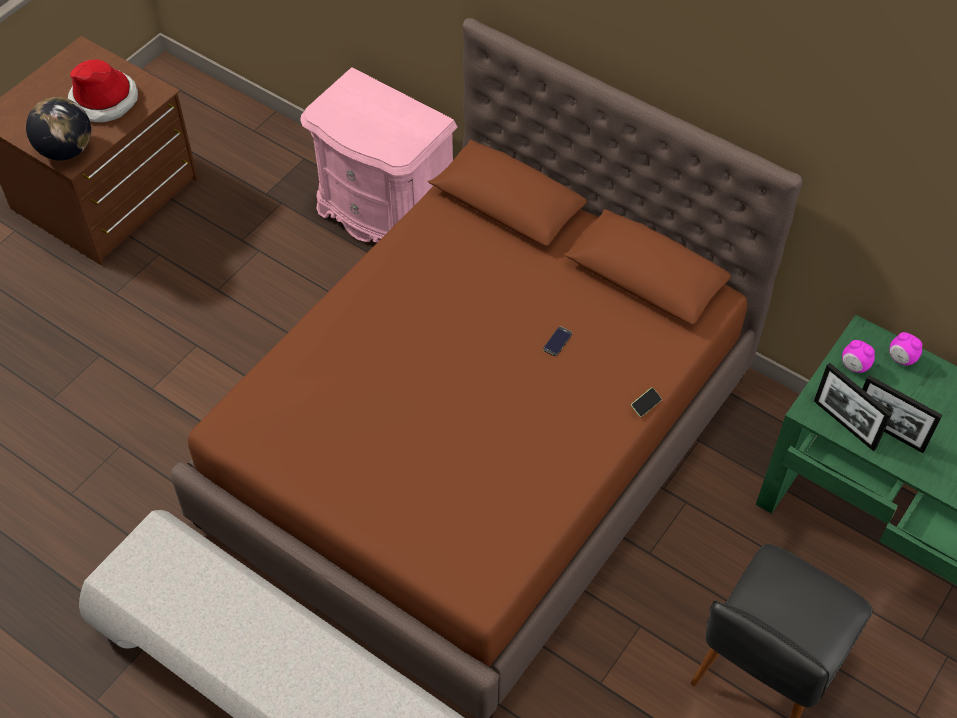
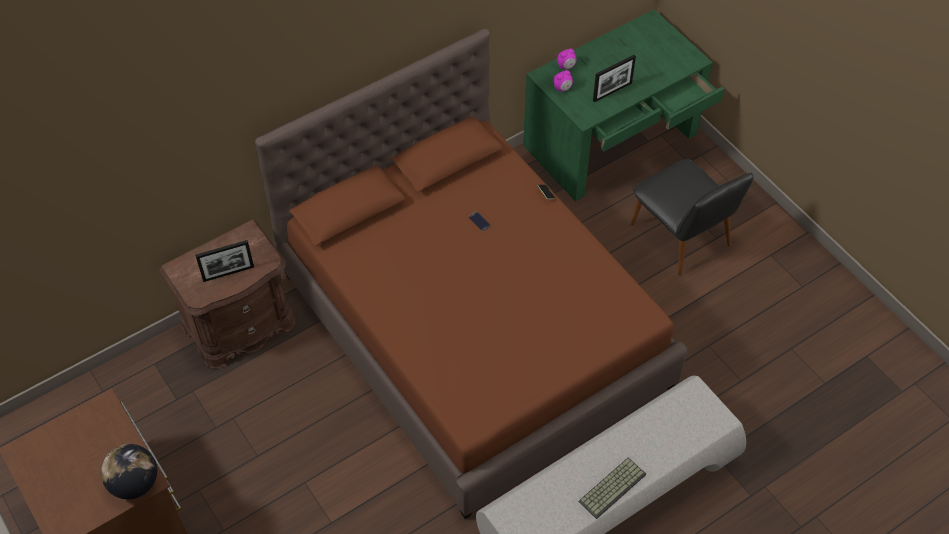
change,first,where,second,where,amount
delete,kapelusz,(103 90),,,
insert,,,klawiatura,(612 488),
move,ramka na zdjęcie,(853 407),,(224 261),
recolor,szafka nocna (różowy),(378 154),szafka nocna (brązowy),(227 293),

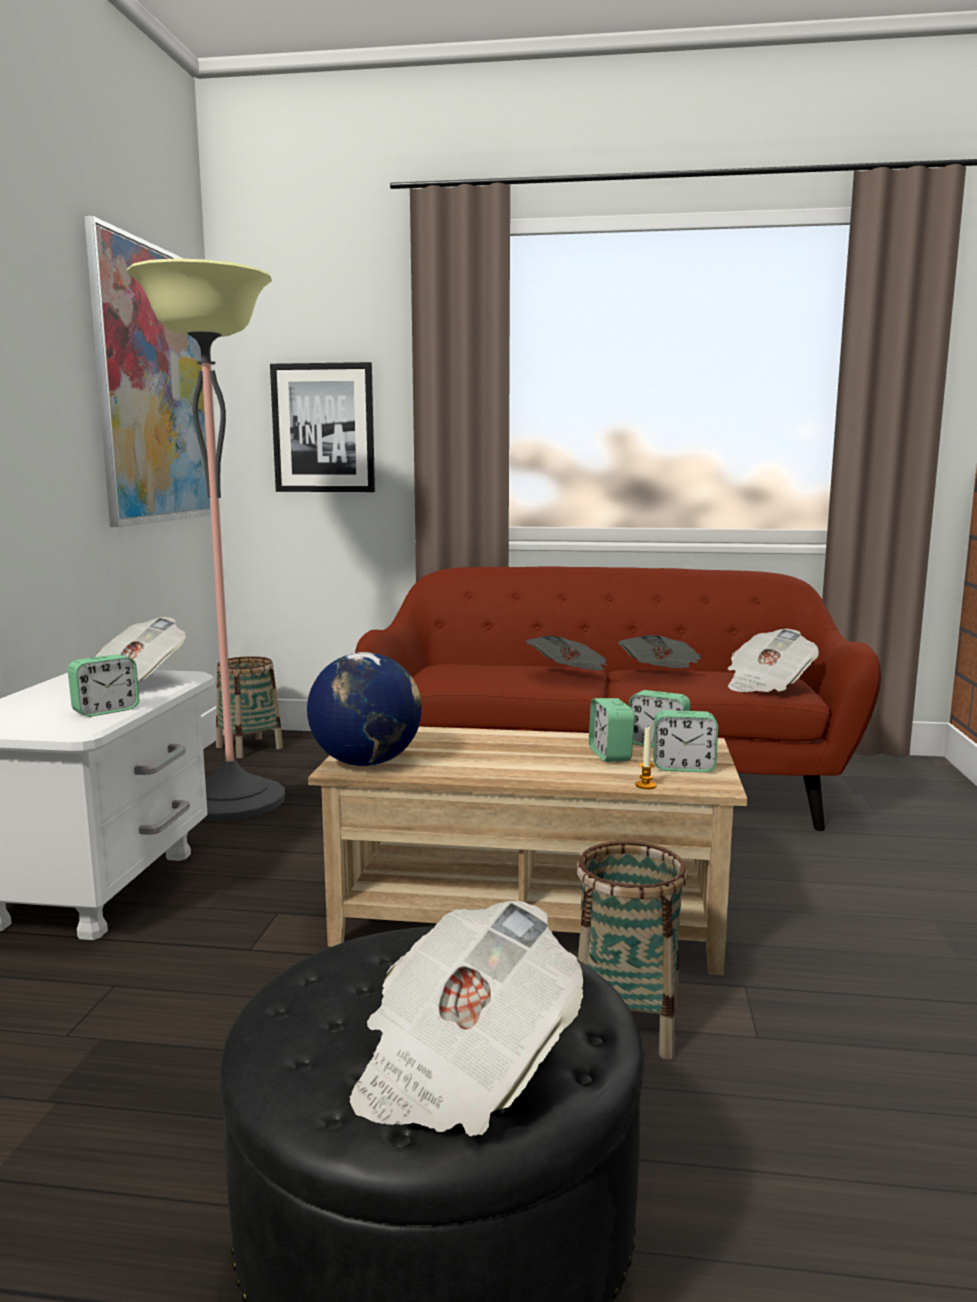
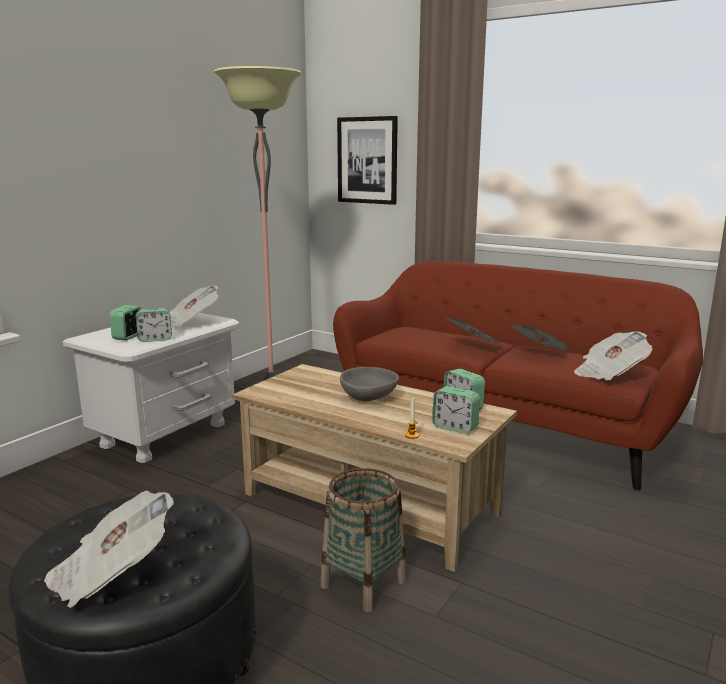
change,first,where,second,where,amount
delete,obraz,(147 371),,,
delete,koszyk,(249 707),,,
delete,globus,(364 709),,,
insert,,,miska (szary),(369 384),
move,budzik,(612 730),,(125 322),

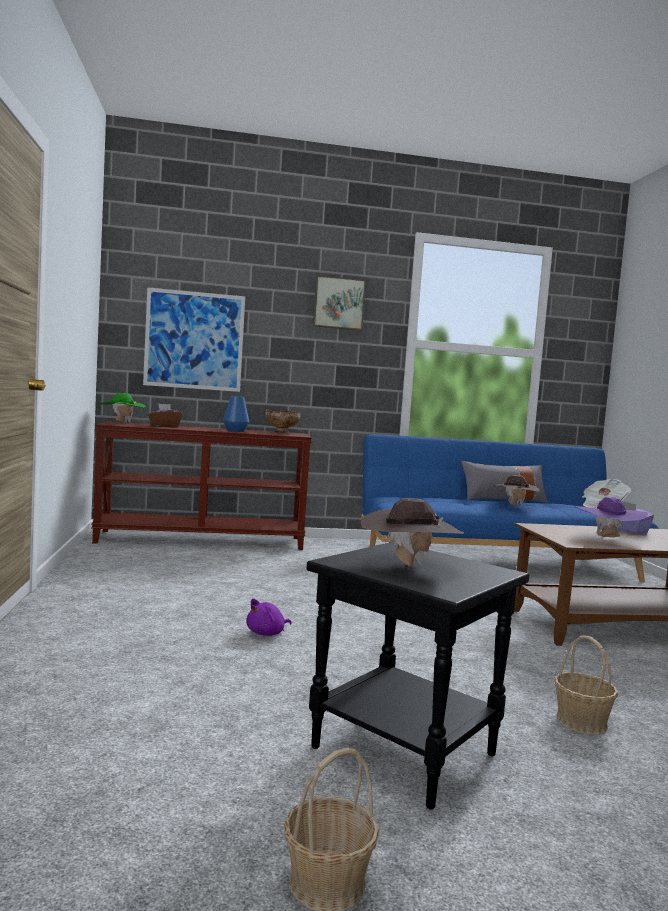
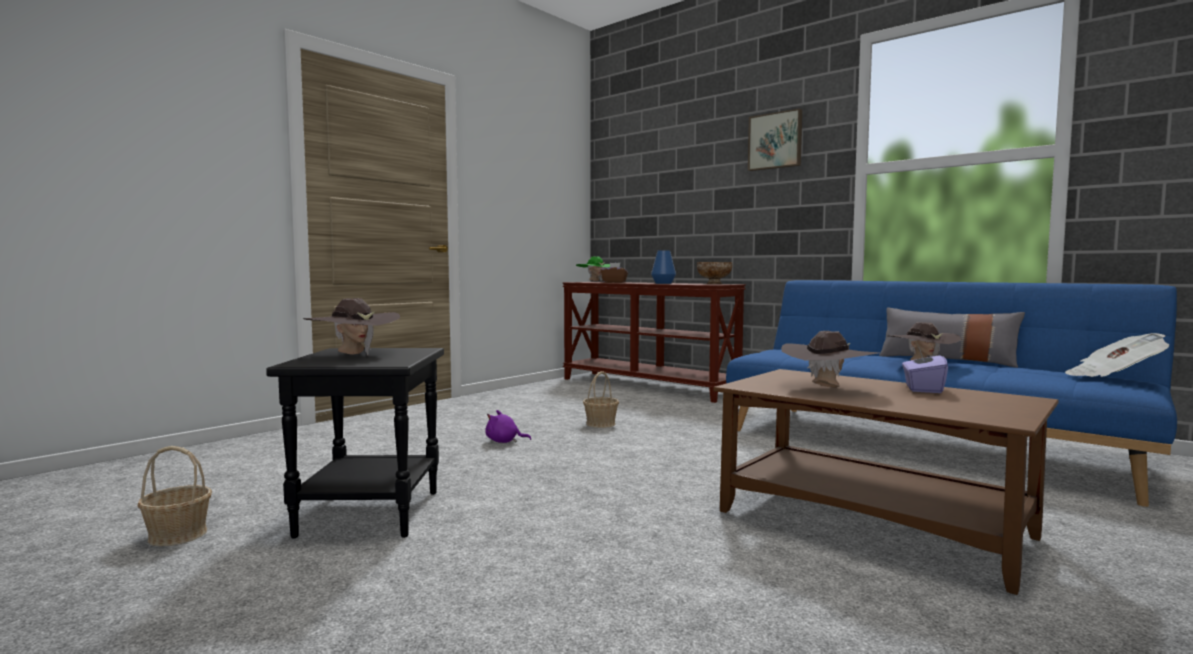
change,first,where,second,where,amount
delete,obraz,(194 339),,,
move,koszyk,(586 685),,(601 399),
recolor,kapelusz (fioletowy),(611 517),kapelusz (brązowy),(829 359),

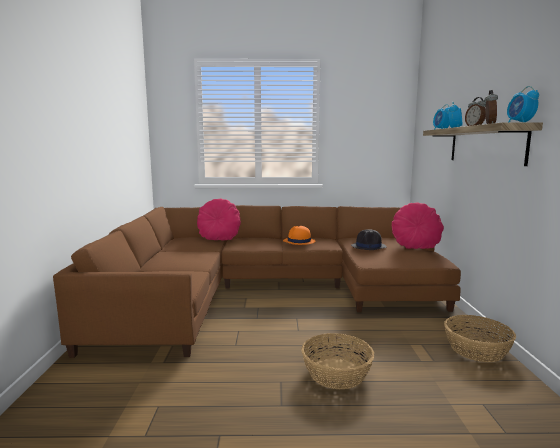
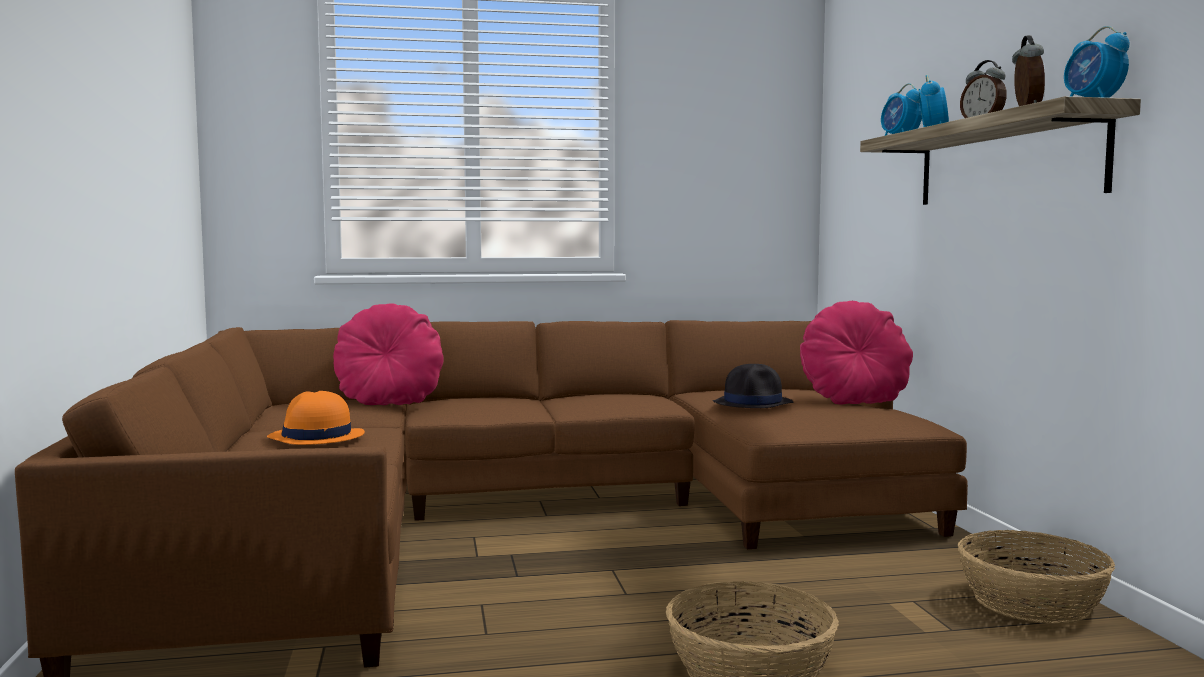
change,first,where,second,where,amount
move,kapelusz (pomarańczowy),(299 235),,(316 418),

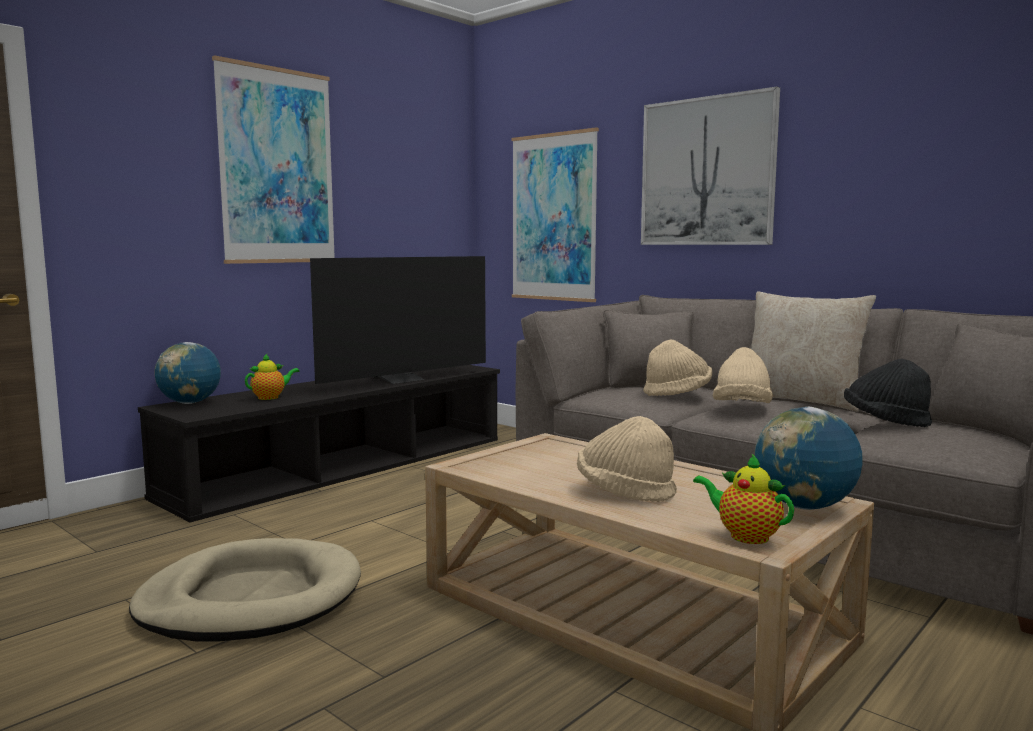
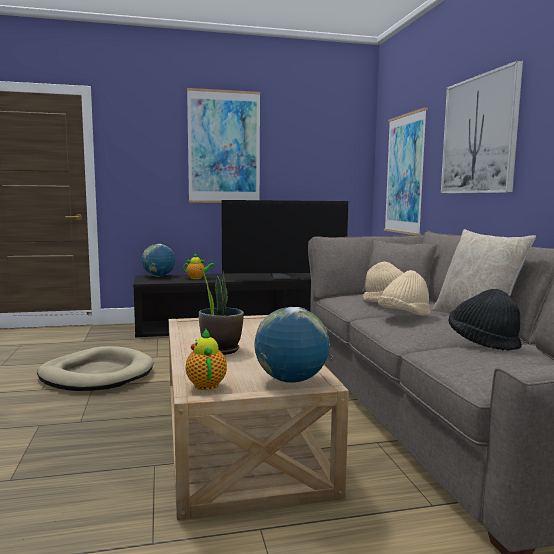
change,first,where,second,where,amount
replace,kapelusz (beżowy),(627 459),roślina doniczkowa,(221 312),

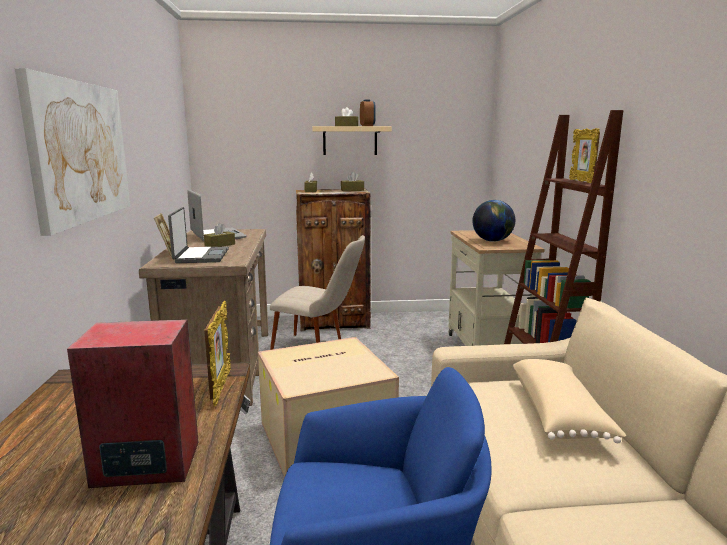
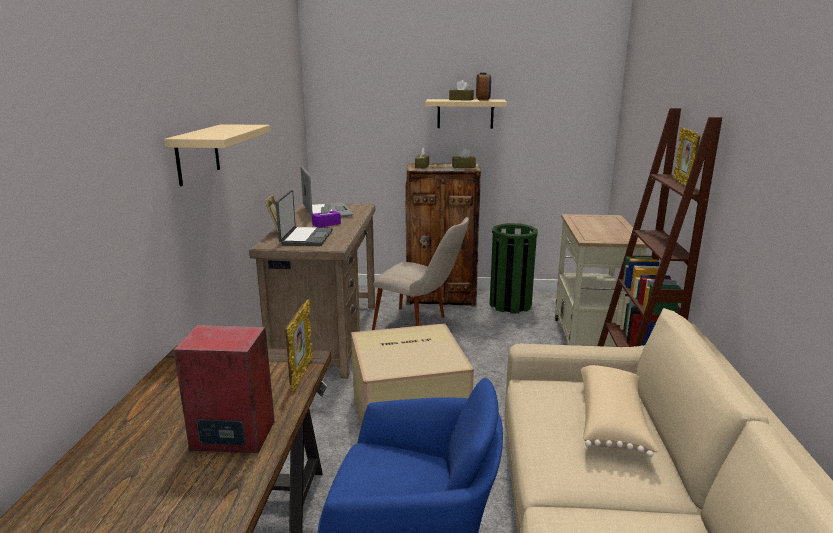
change,first,where,second,where,amount
delete,globus,(493 221),,,
insert,,,kosz na śmieci (zielony),(514 268),
replace,obraz,(72 152),półka (beżowy),(217 155),
recolor,pudełko chusteczek (brązowy),(219 235),pudełko chusteczek (fioletowy),(326 215),

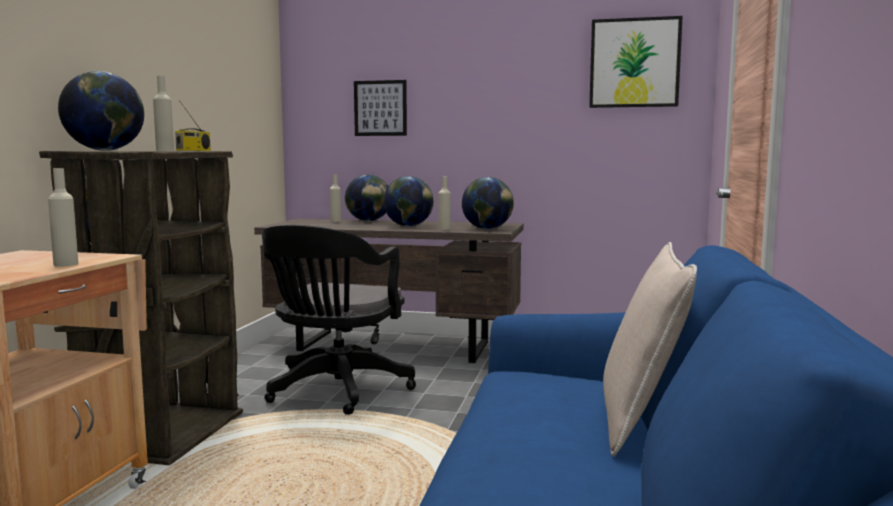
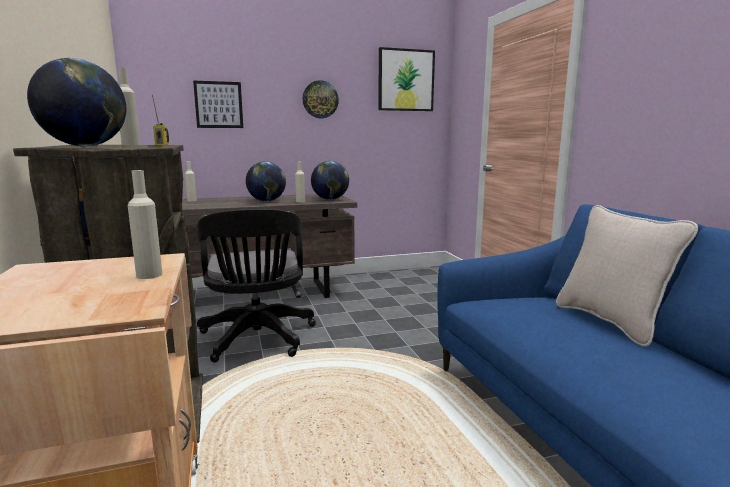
change,first,where,second,where,amount
delete,globus,(366 198),,,
insert,,,zegar ścienny,(320 99),

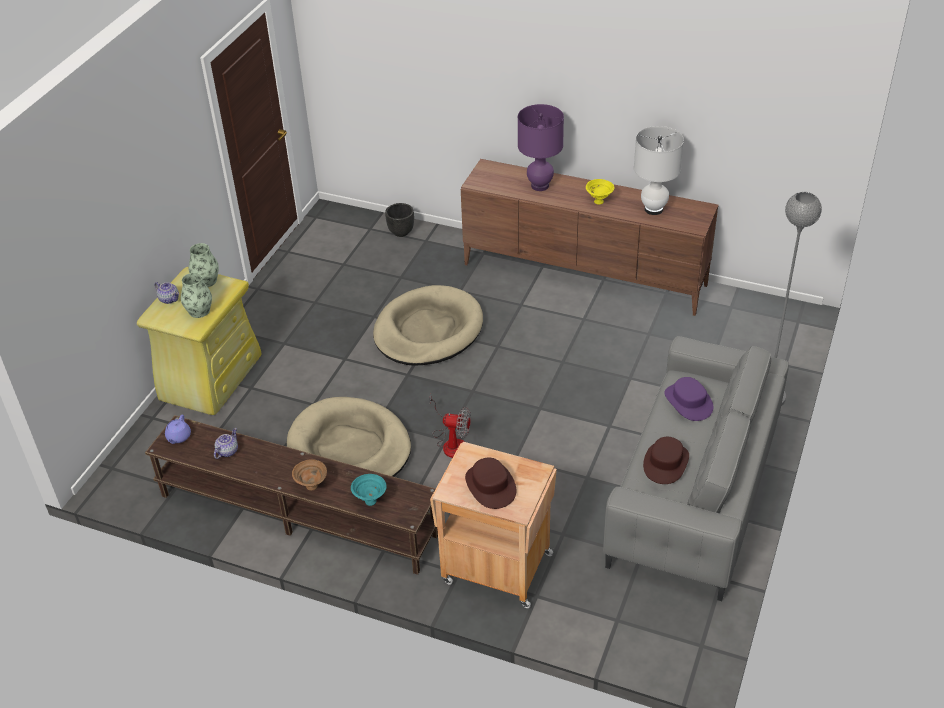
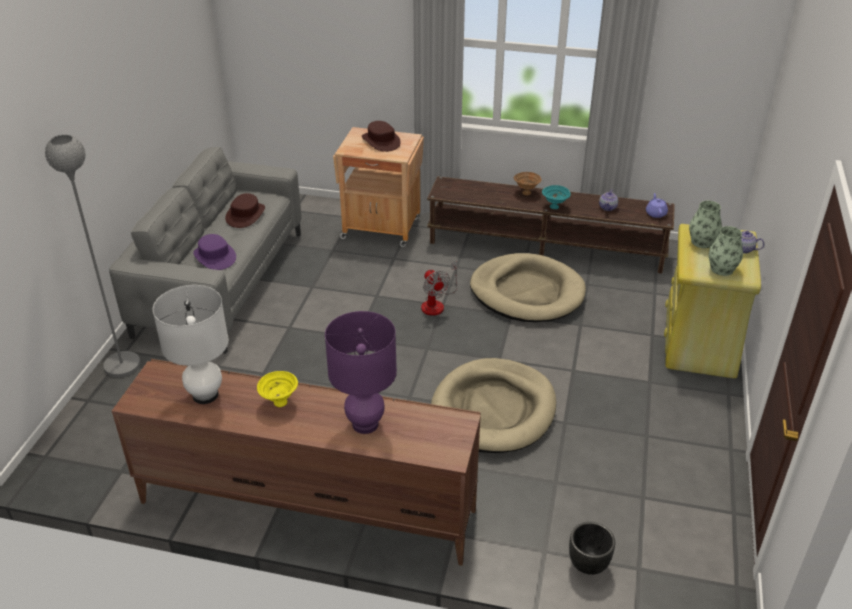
change,first,where,second,where,amount
move,miska (turkusowy),(369 490),,(556 197),
rotate,wentylator,(450 426),,(439 288),120 degrees counterclockwise

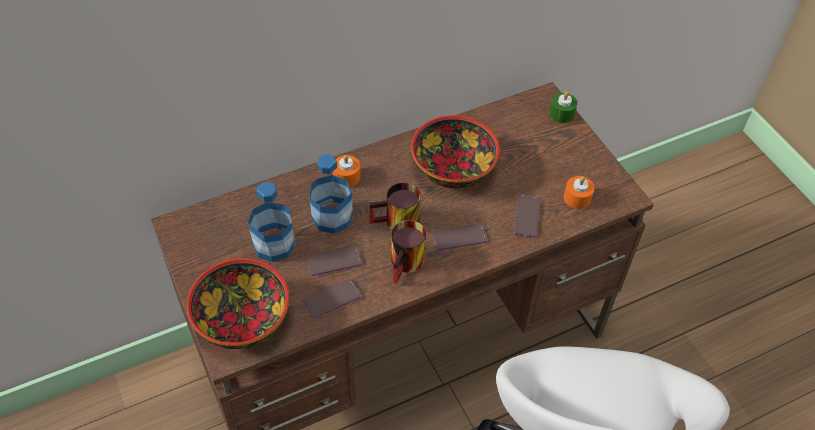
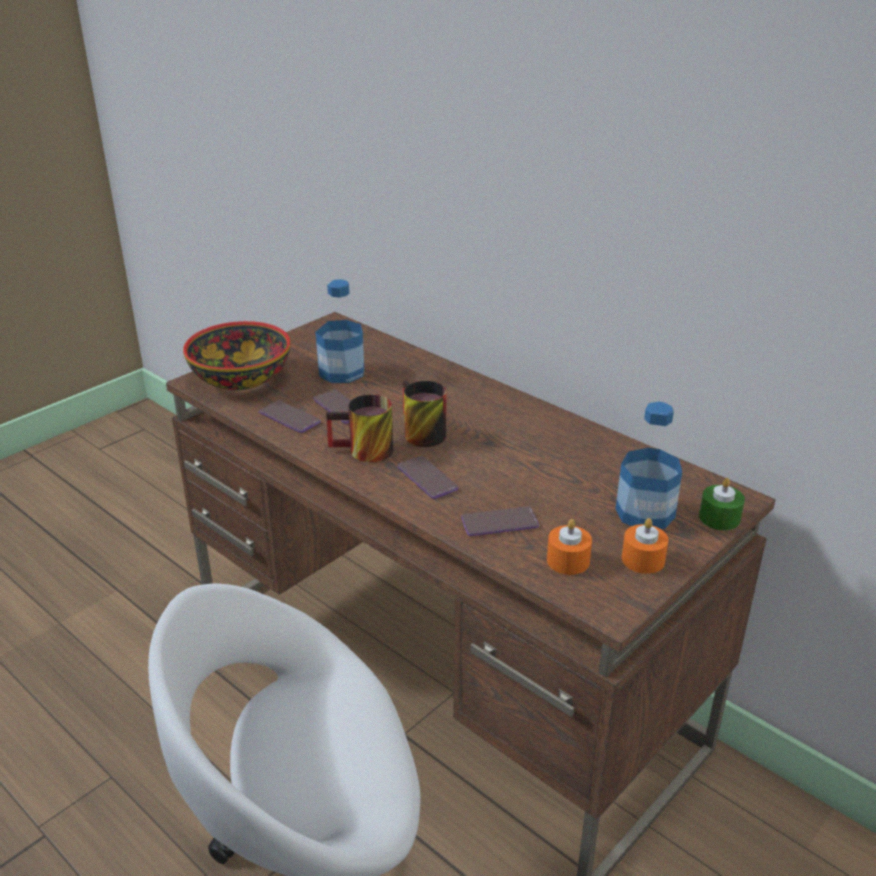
change,first,where,second,where,amount
delete,miska,(455 151),,,
move,butelka,(331 194),,(648 465),
move,świeca (pomarańczowy),(346 171),,(645 546),

